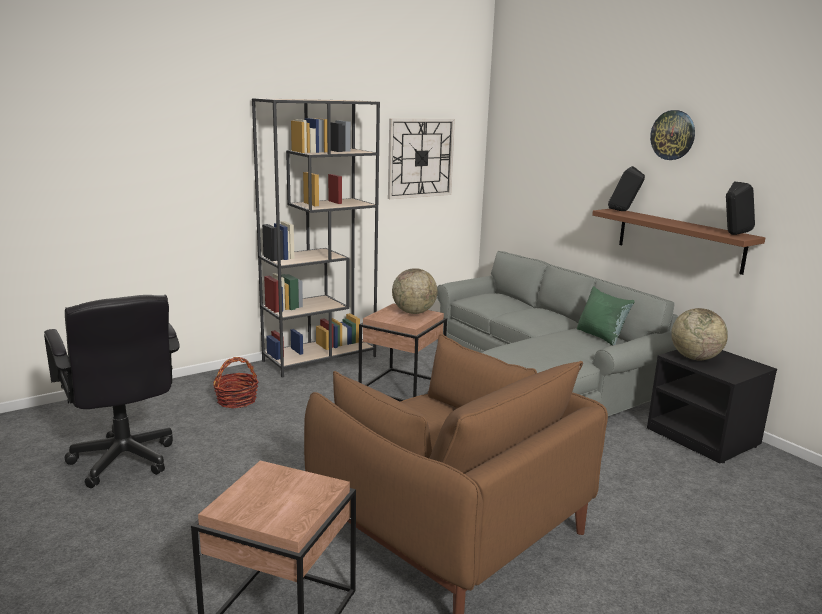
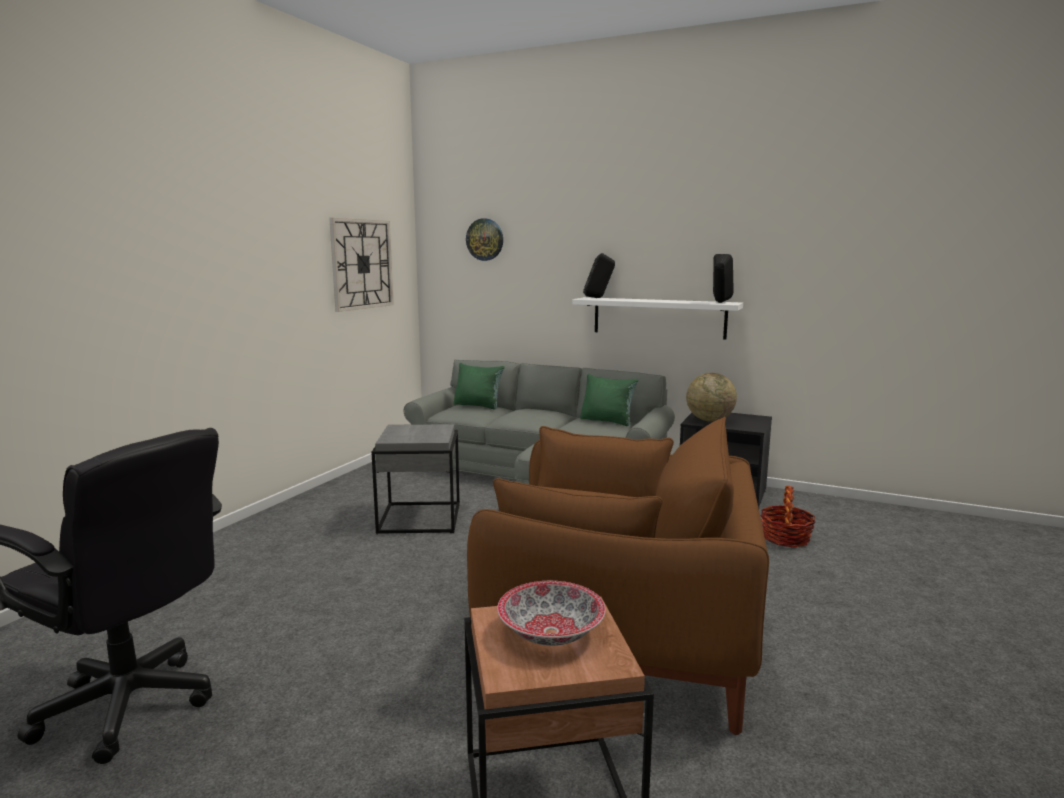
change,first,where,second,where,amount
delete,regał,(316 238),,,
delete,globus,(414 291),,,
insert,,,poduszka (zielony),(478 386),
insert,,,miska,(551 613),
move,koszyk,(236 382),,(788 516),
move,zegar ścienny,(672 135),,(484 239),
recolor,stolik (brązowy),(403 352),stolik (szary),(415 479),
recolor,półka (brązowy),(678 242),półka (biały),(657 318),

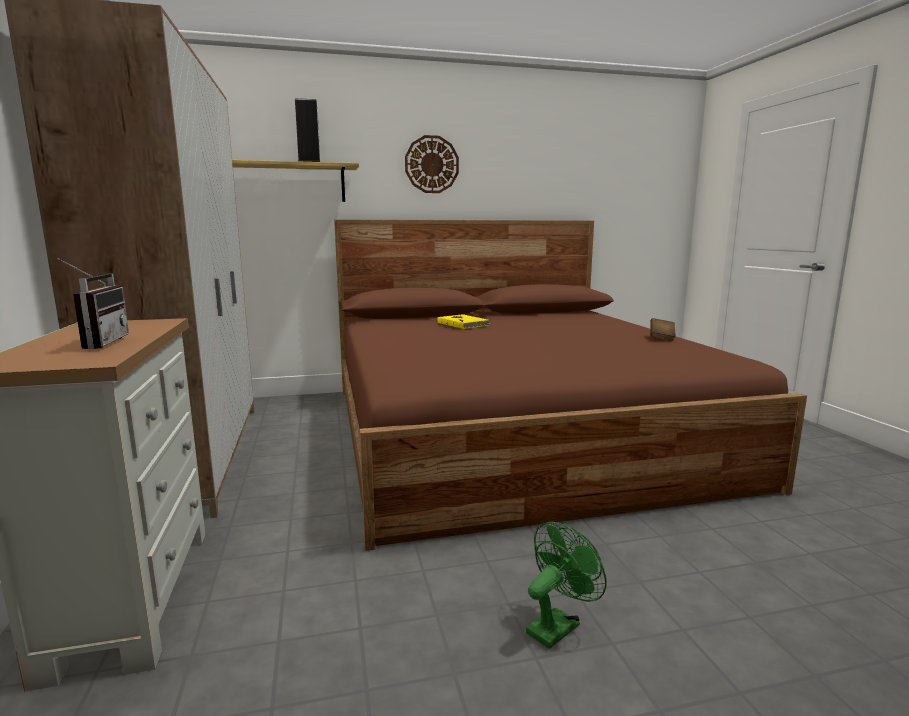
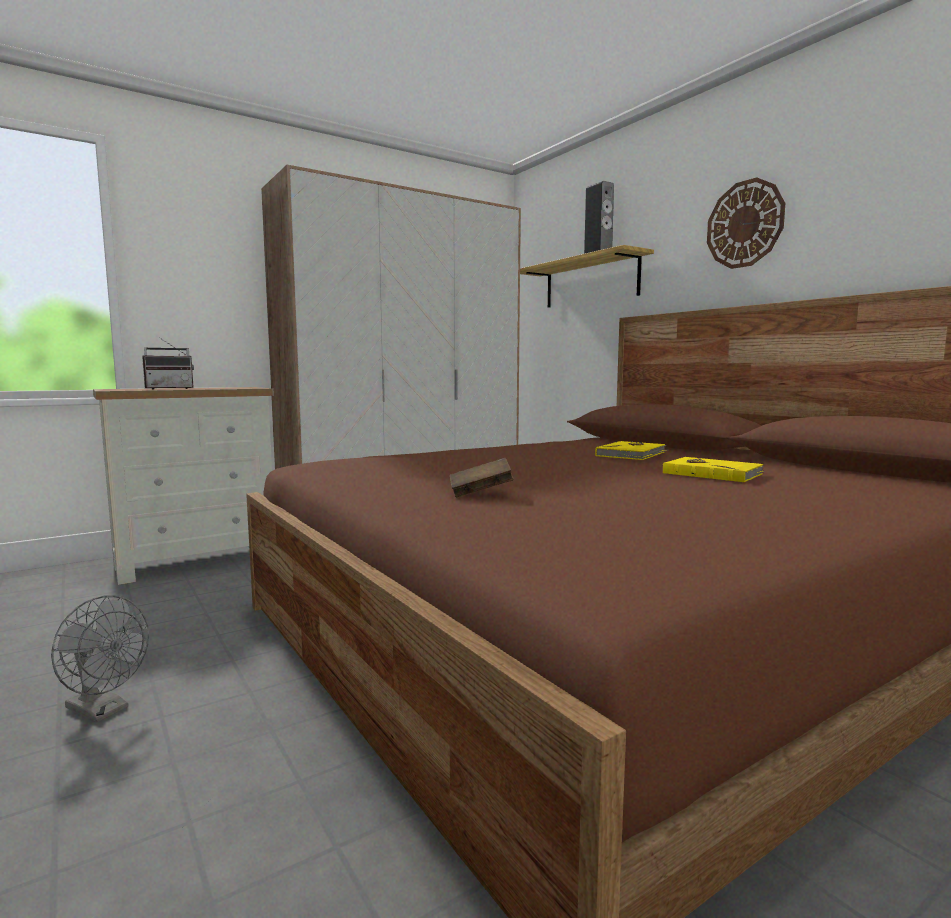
change,first,where,second,where,amount
insert,,,książka (żółty),(713 469),
move,książka (brązowy),(663 329),,(482 478),
recolor,wentylator (zielony),(566 585),wentylator (szary),(100 658),

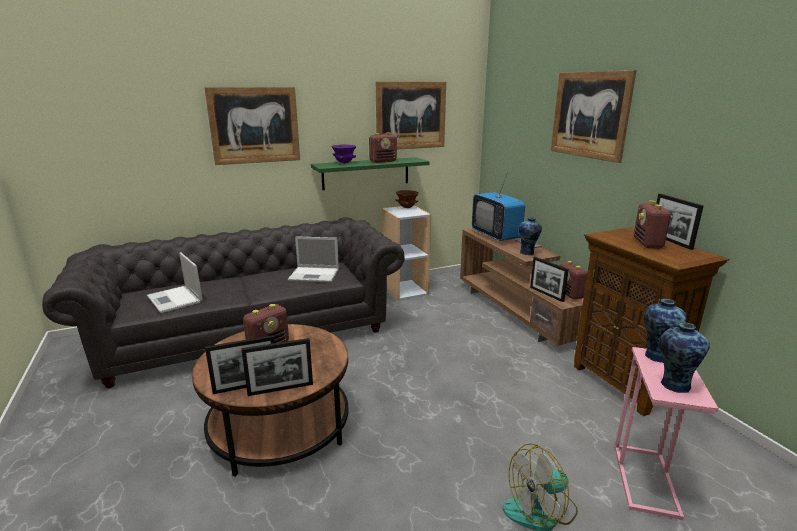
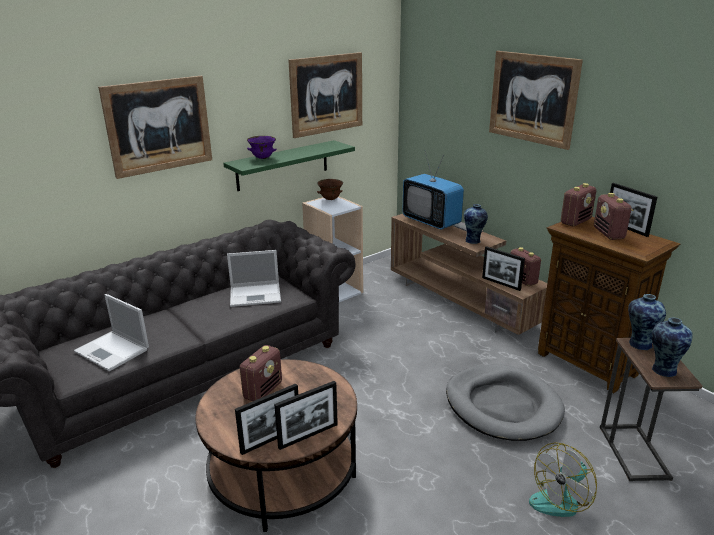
change,first,where,second,where,amount
insert,,,legowisko (szary),(505 402),
move,radio,(383 147),,(578 204),
recolor,stolik (różowy),(666 433),stolik (brązowy),(651 409),

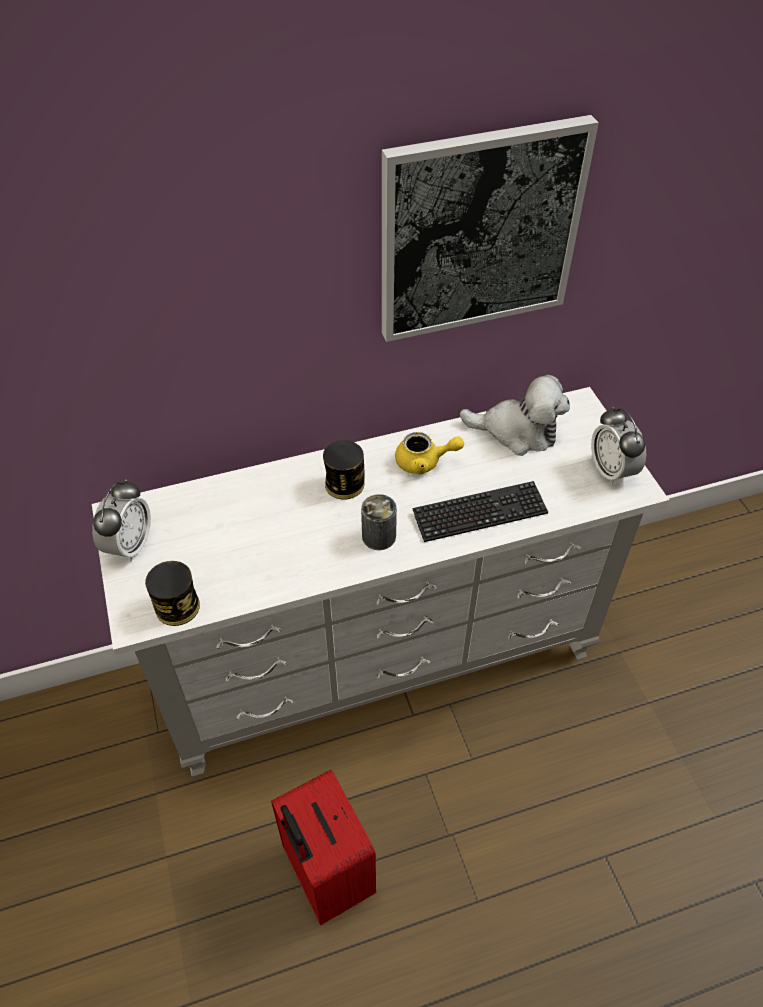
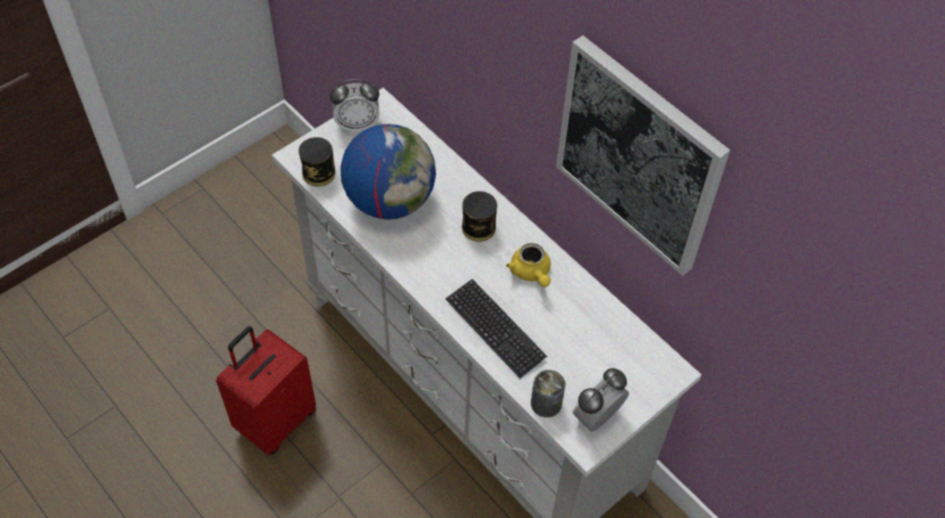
change,first,where,second,where,amount
delete,pluszak,(515 415),,,
insert,,,globus,(388 172),
move,puszka,(379 522),,(548 394),

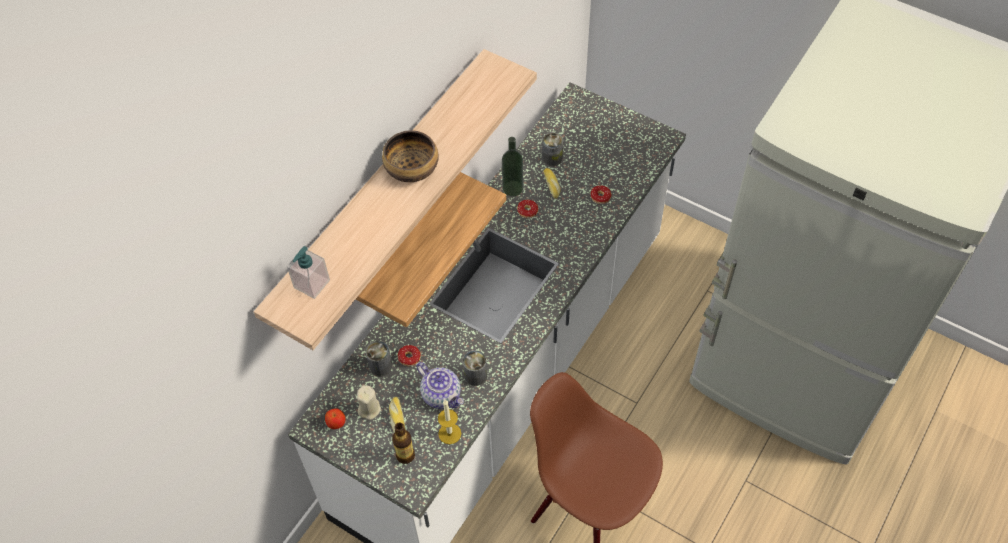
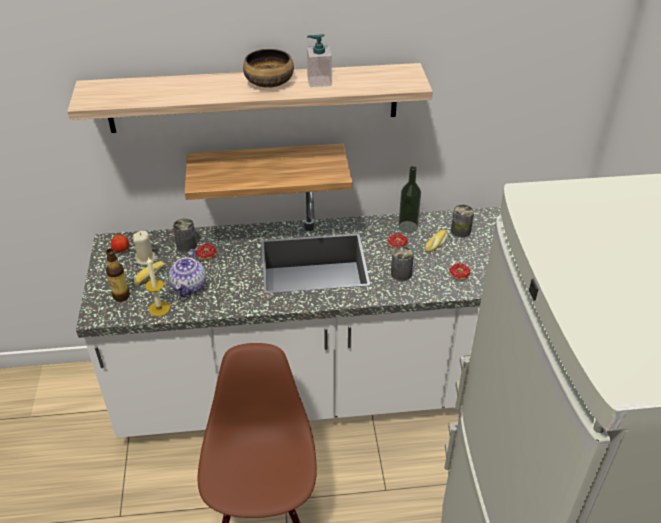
change,first,where,second,where,amount
move,dozownik mydła,(308 272),,(319 60),
move,puszka,(475 368),,(402 263),

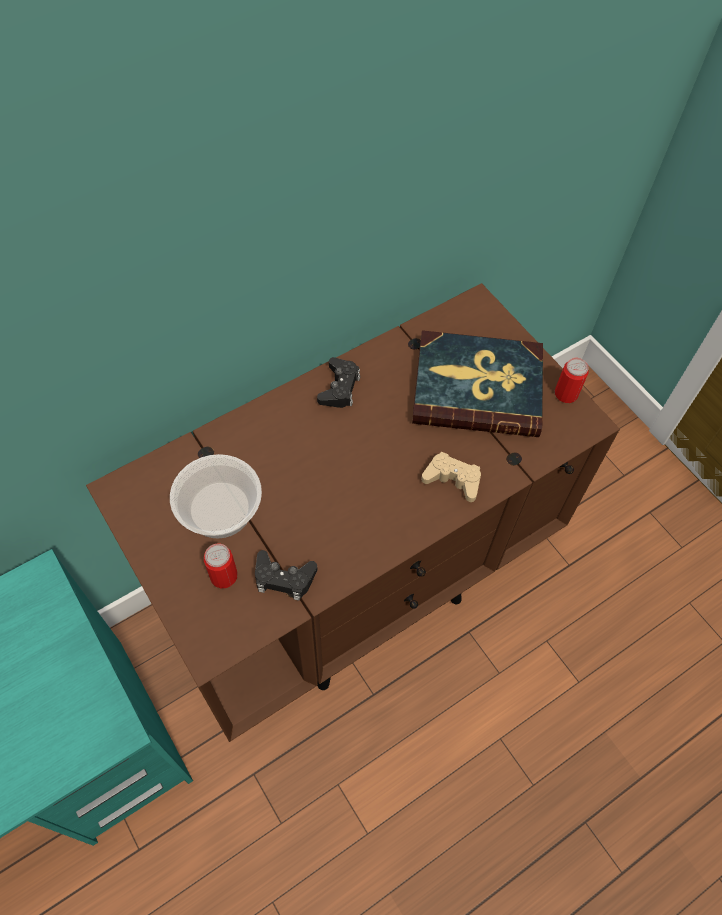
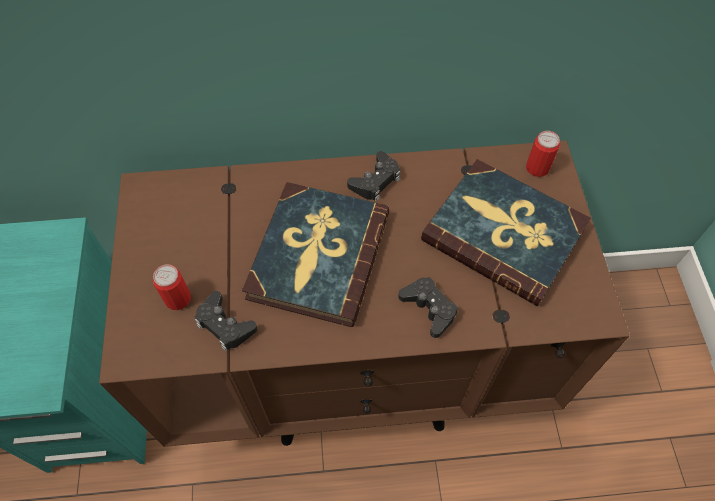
change,first,where,second,where,amount
delete,miska,(216 496),,,
insert,,,książka,(315 254),
move,puszka,(572 380),,(543 154),
recolor,pad do gier (beżowy),(451 477),pad do gier (czarny),(428 307),

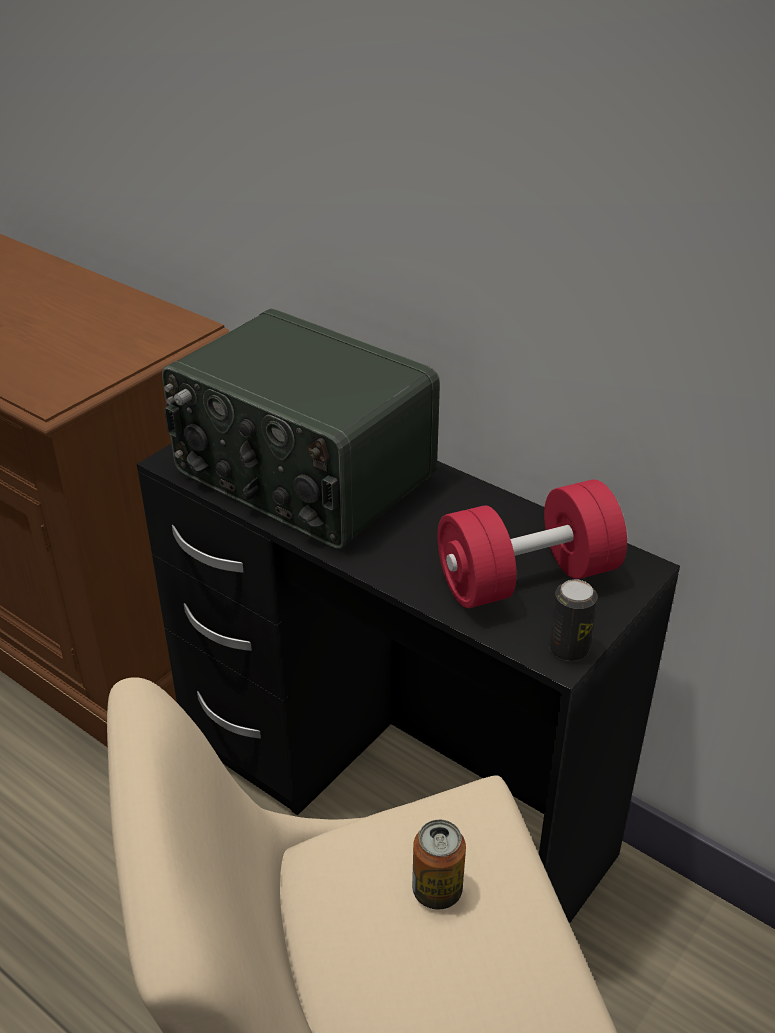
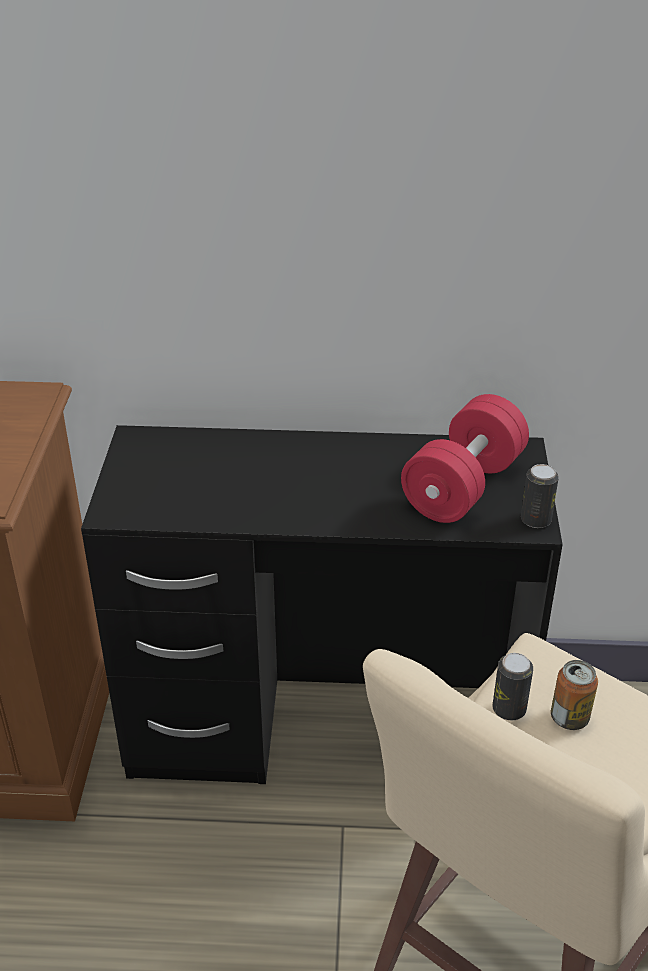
change,first,where,second,where,amount
delete,radio,(301 429),,,
insert,,,puszka,(512 686),

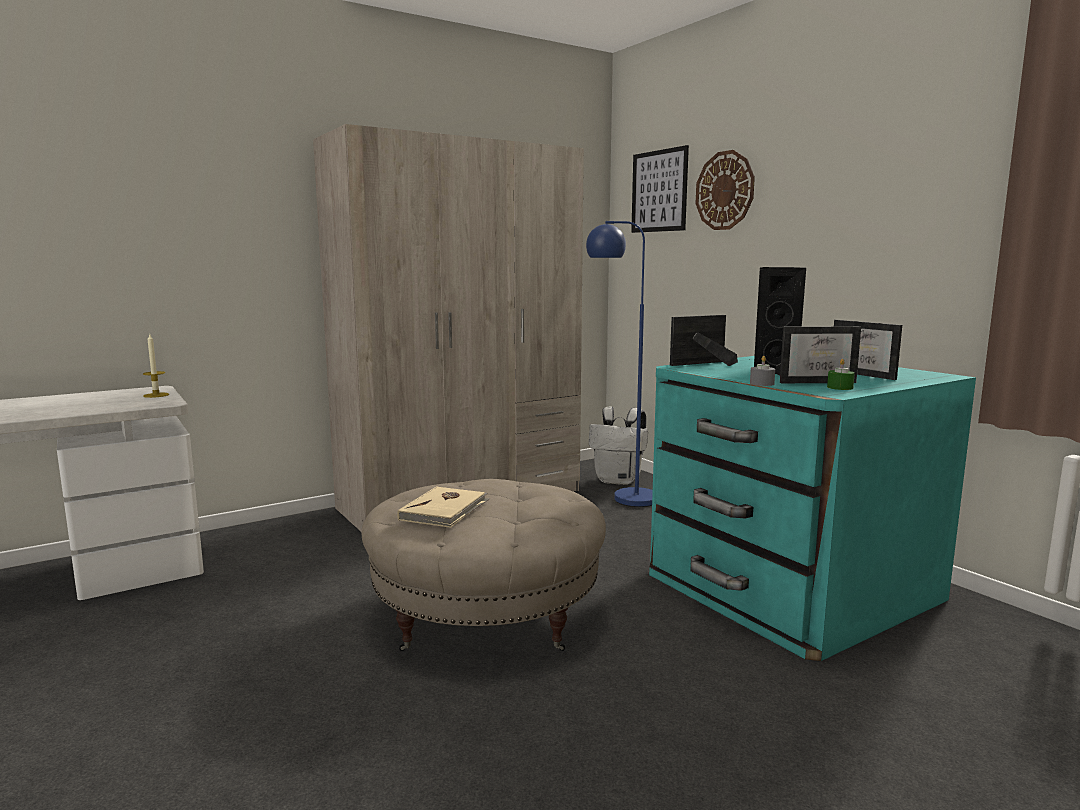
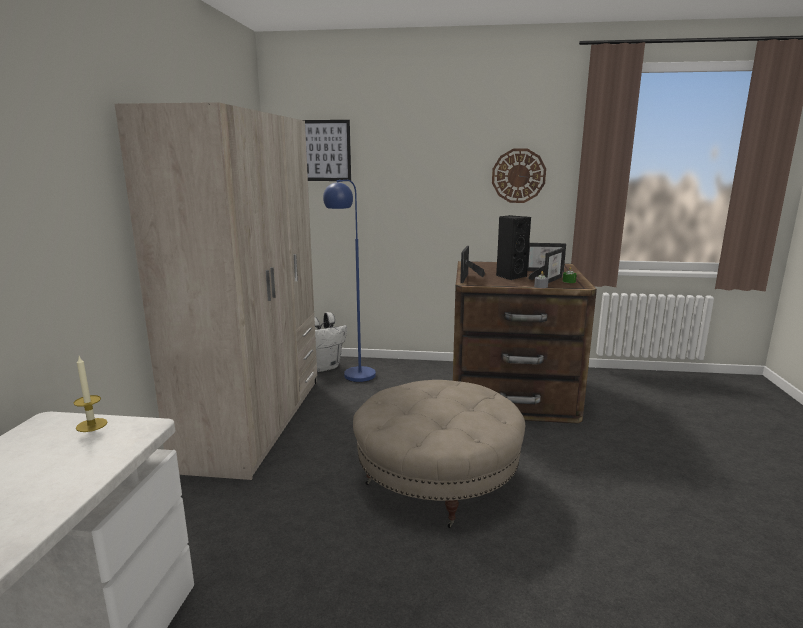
change,first,where,second,where,amount
delete,książka (beżowy),(443 507),,,
move,zegar ścienny,(725 190),,(519 176),
recolor,komoda (turkusowy),(812 508),komoda (brązowy),(525 342),

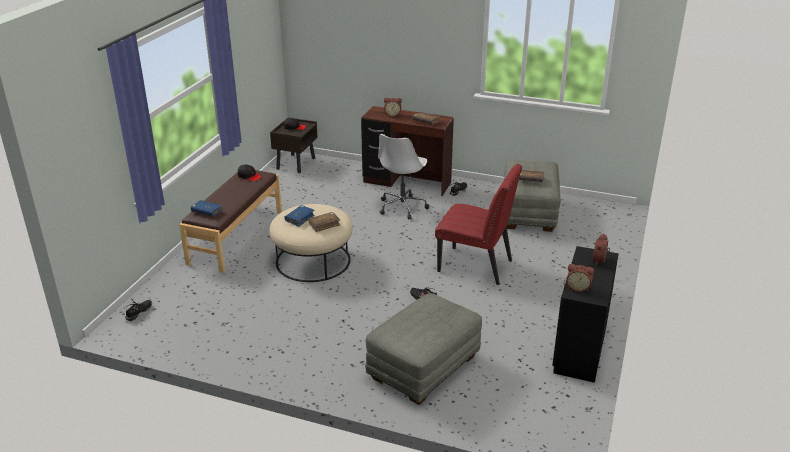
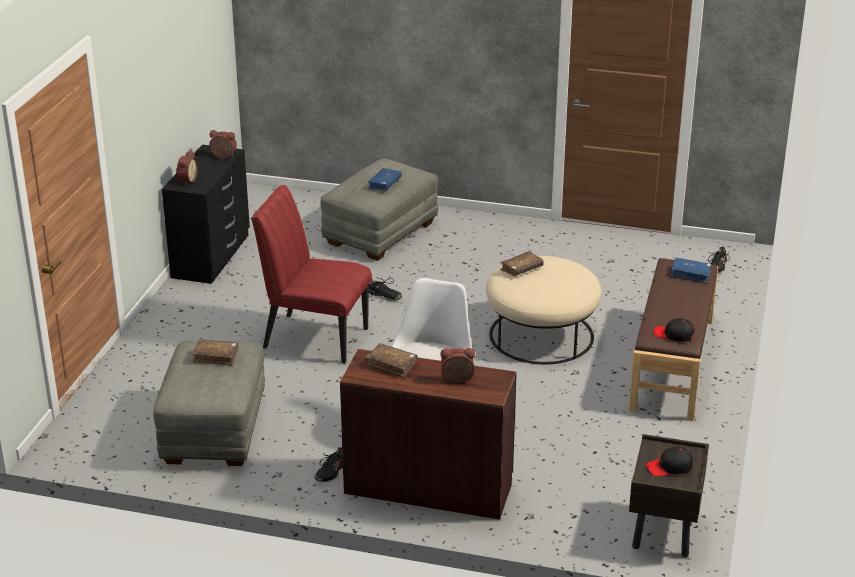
change,first,where,second,where,amount
move,książka (niebieski),(300 216),,(384 179),

